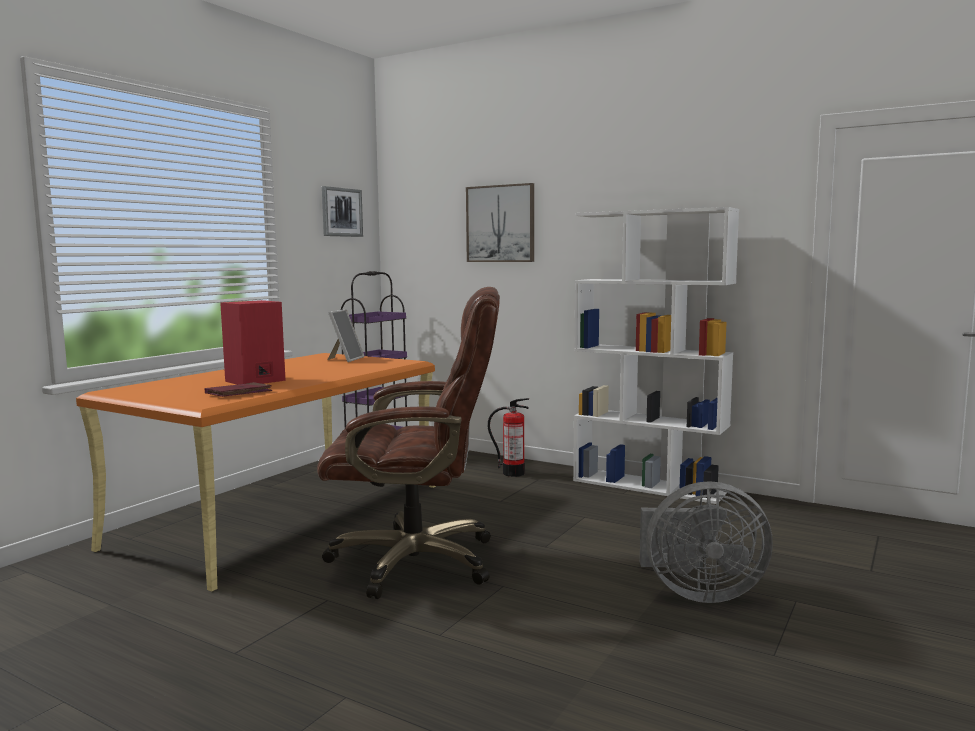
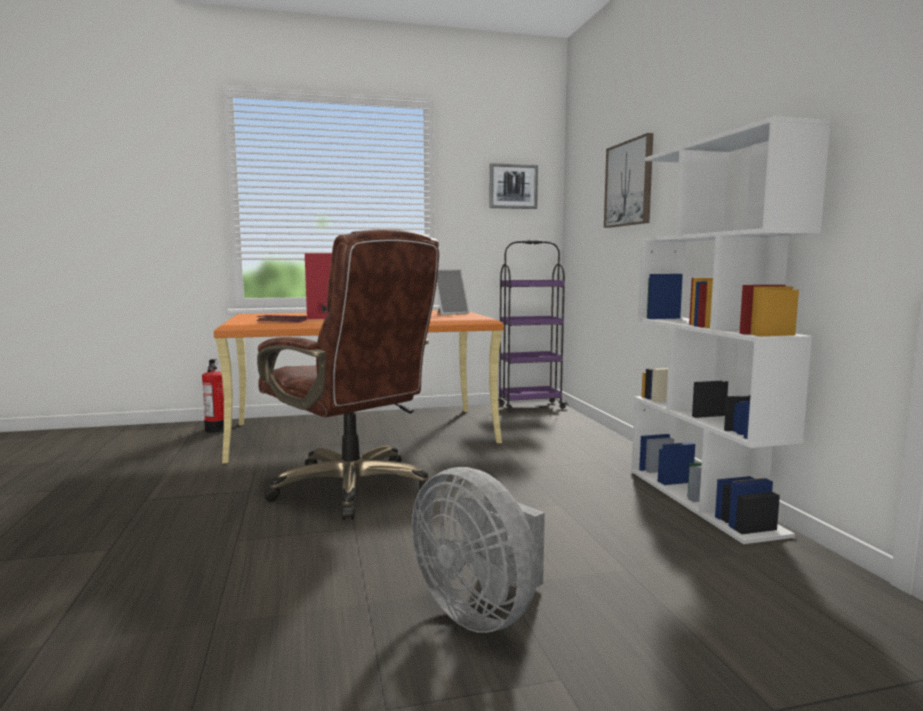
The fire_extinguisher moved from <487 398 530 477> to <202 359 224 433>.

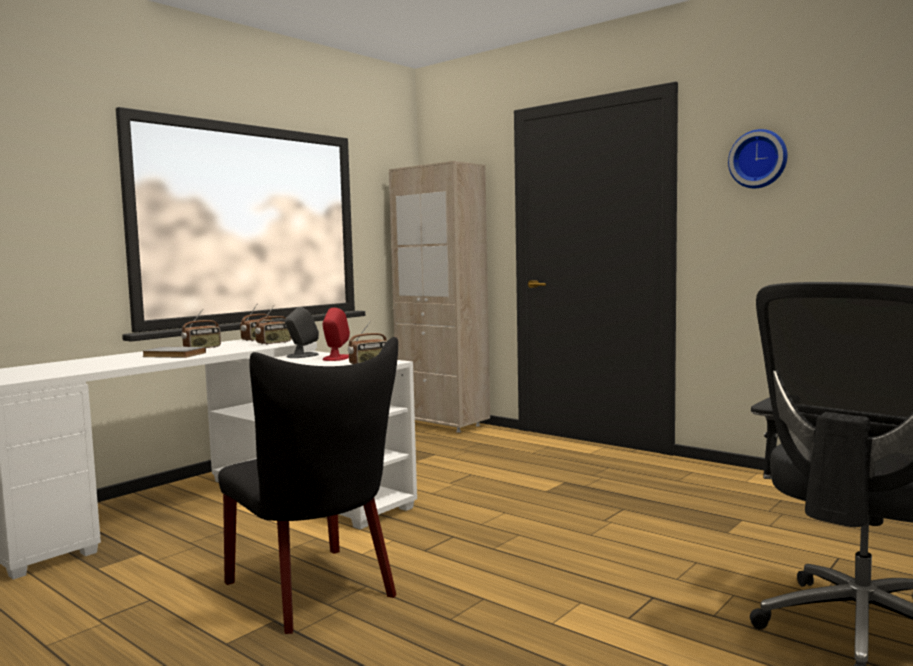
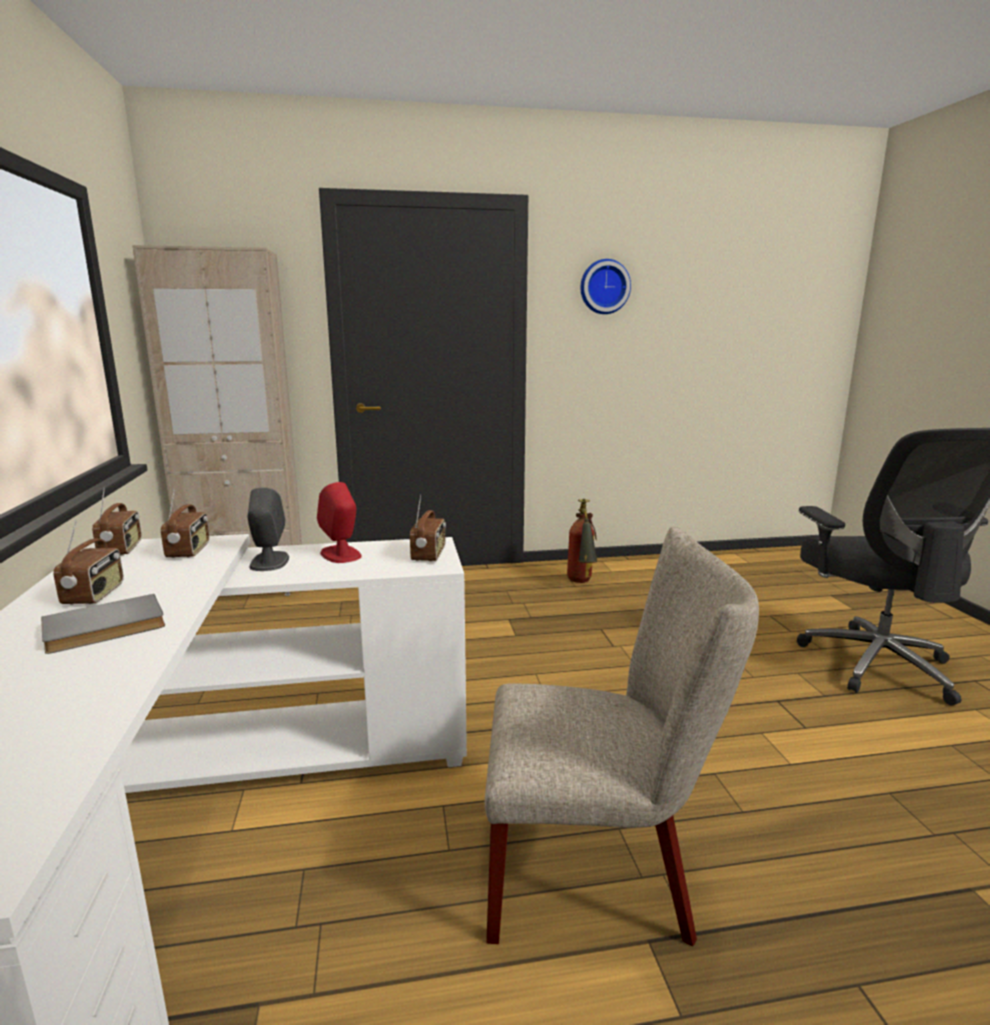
The black_upright_chair at <218 337 398 634> became the beige-coloured_upright_chair at <485 527 759 947>.
The fire_extinguisher at <567 499 598 583> appeared.

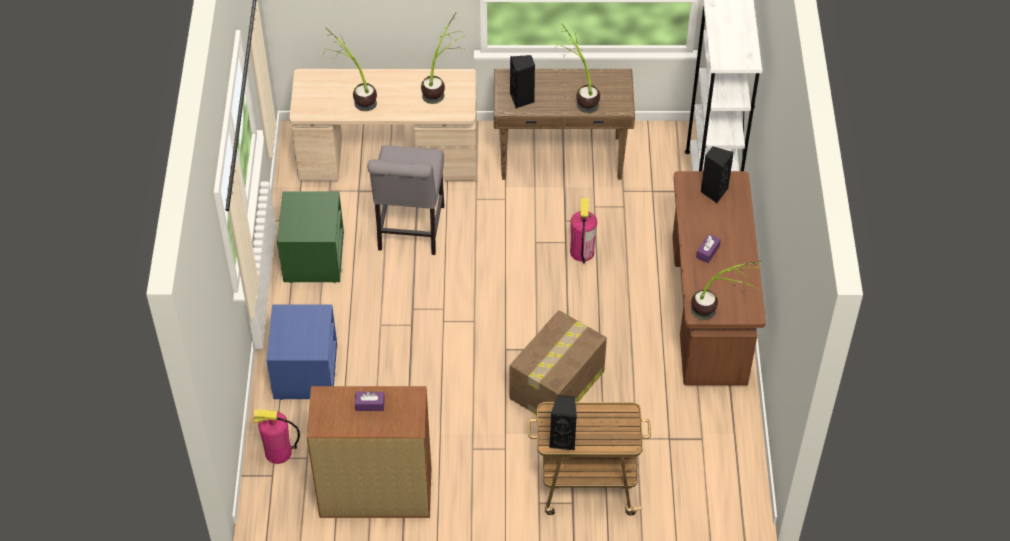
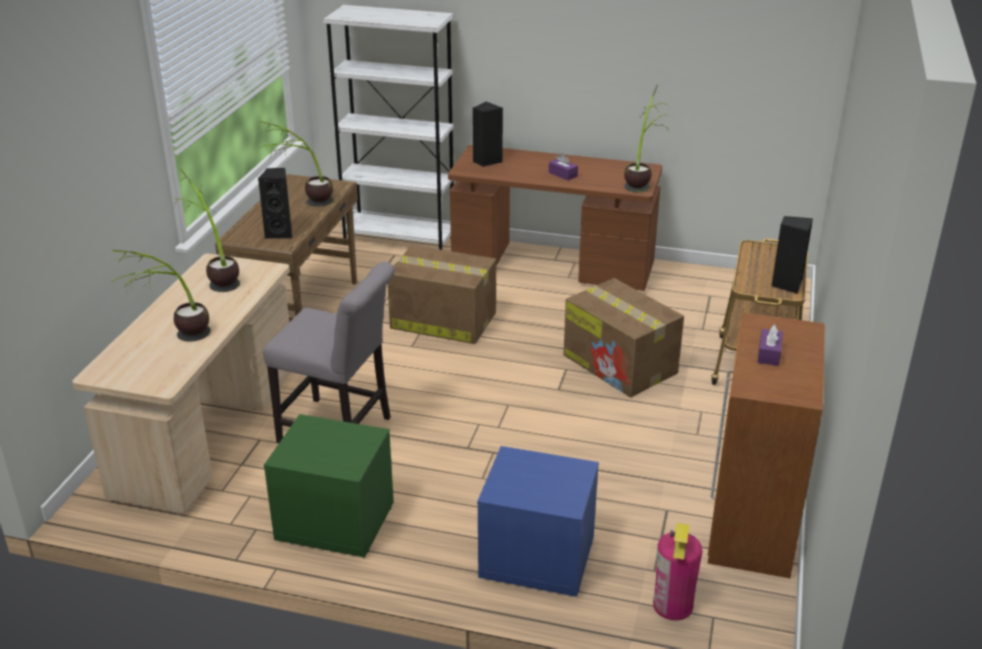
The fire_extinguisher at <570 198 597 264> was replaced by the carton at <387 245 496 344>.

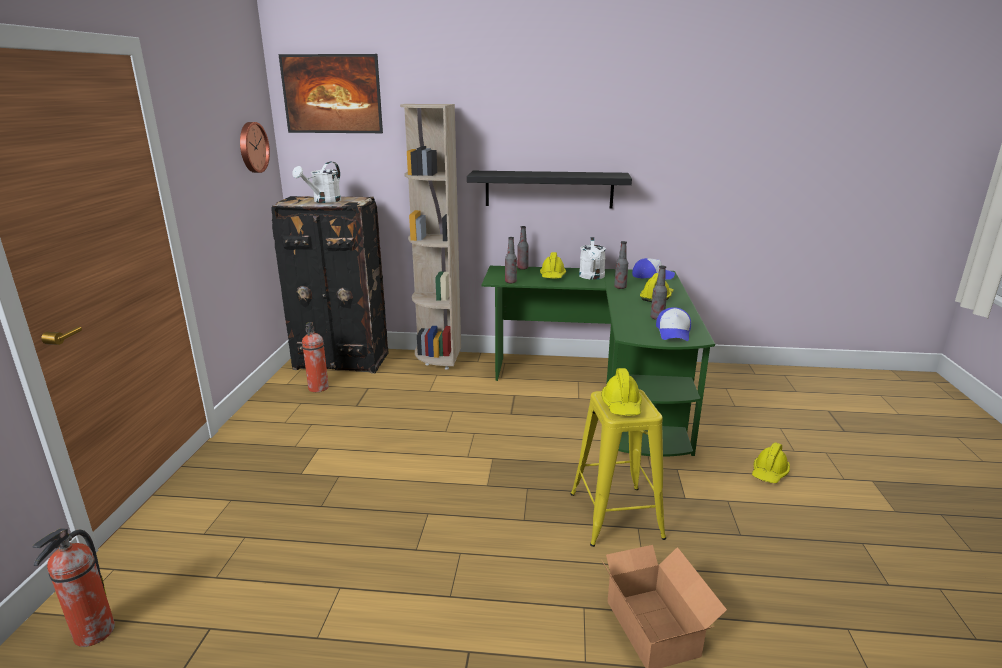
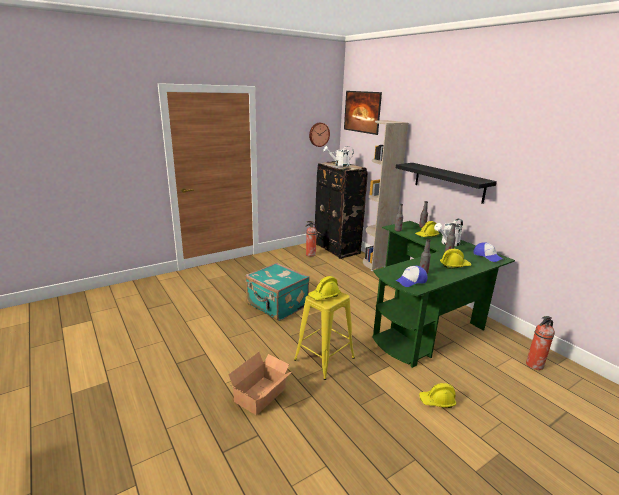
The fire_extinguisher moved from <32 528 115 647> to <526 316 555 370>.
The blue-green_travel_case at <245 263 310 321> appeared.

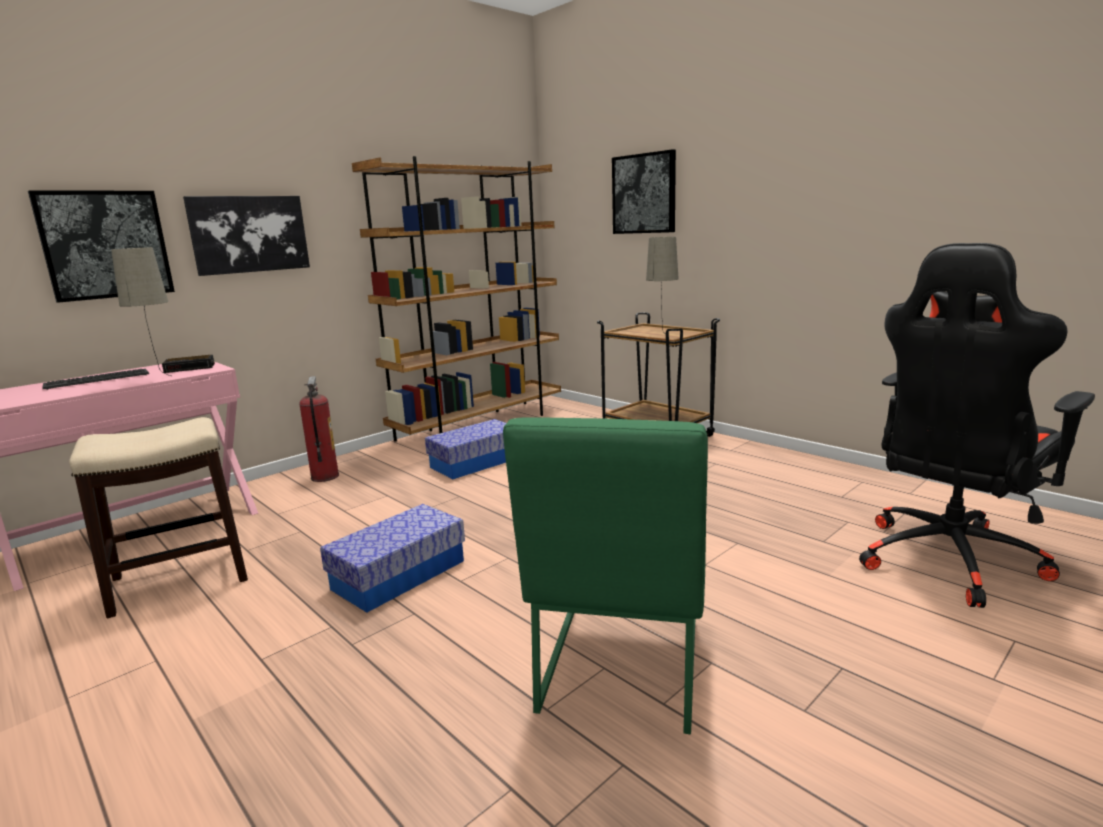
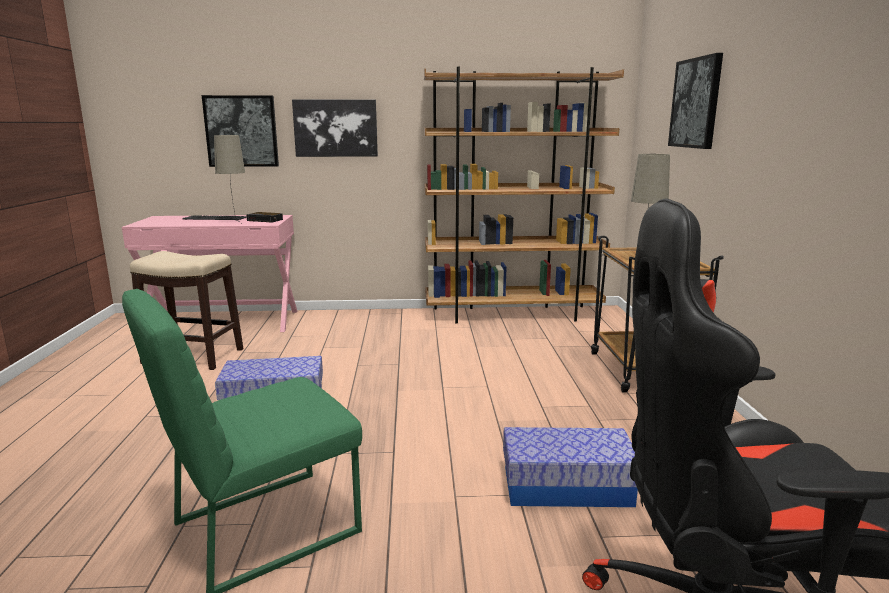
The fire_extinguisher at <299 376 339 482> disappeared.
The storage_container moved from <425 419 506 479> to <503 427 638 507>.

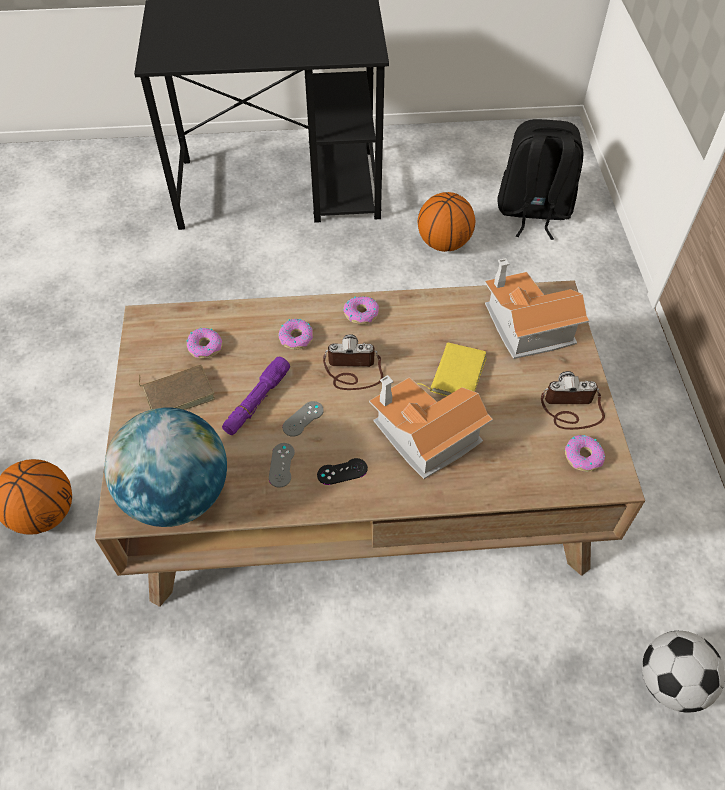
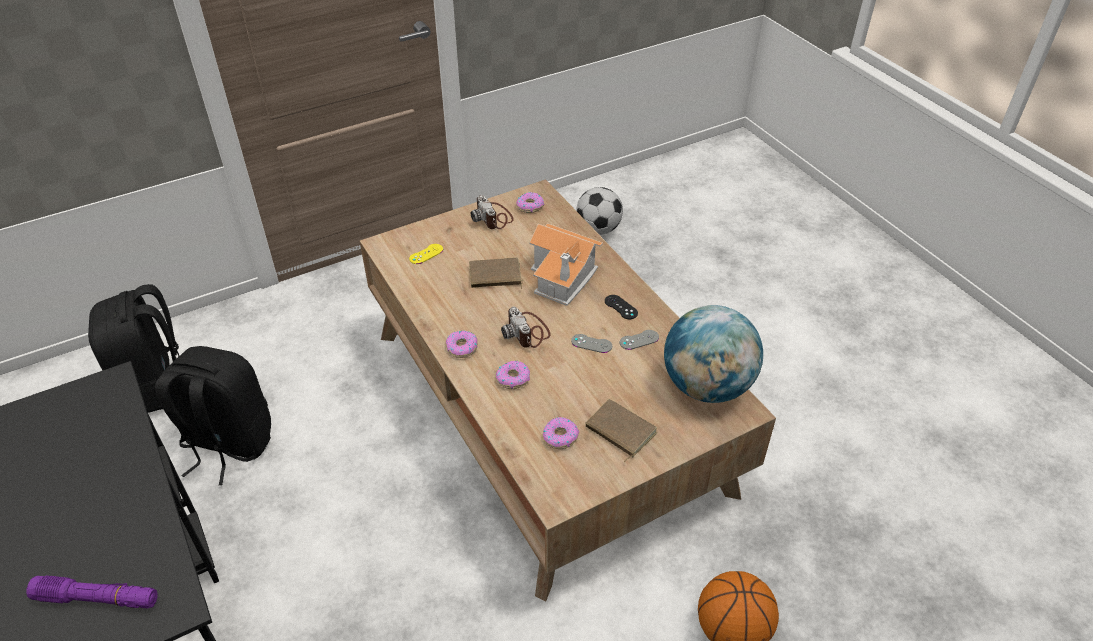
The purple_torch moved from <222 357 290 435> to <26 576 158 608>.
The yellowish_bound_book at <417 343 487 396> became the brown-coloured_bound_book at <469 257 523 289>.
The ball_for_basketball at <418 192 475 252> was replaced by the black_backpack at <155 346 271 485>.
The toy_house at <485 258 589 359> was replaced by the yellowish_game_controller at <409 244 443 264>.

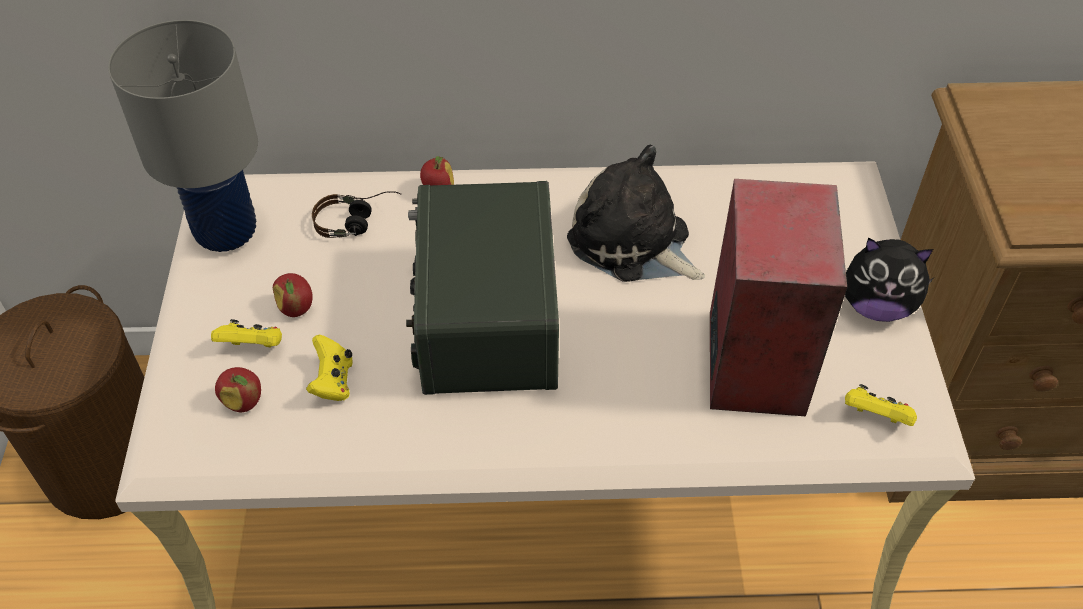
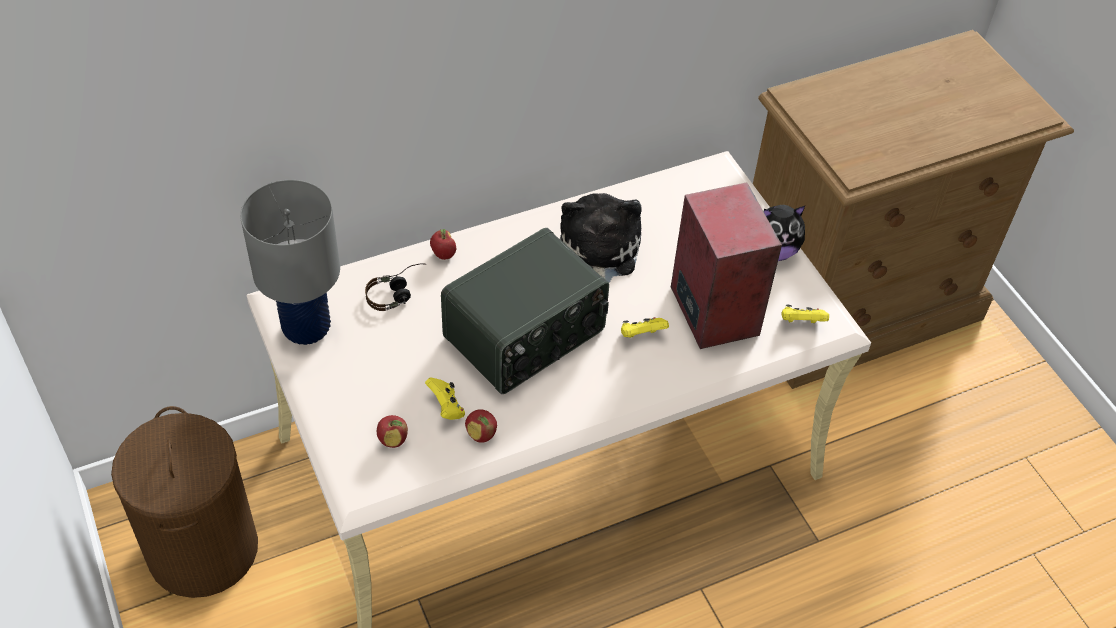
The yellowish_game_controller moved from <211 319 282 348> to <621 317 669 338>.
The apple moved from <273 273 313 317> to <465 409 497 443>.
The radio_set at <406 181 559 395> turned 105 degrees counterclockwise.
The soft_toy at <567 145 705 282> turned 75 degrees clockwise.

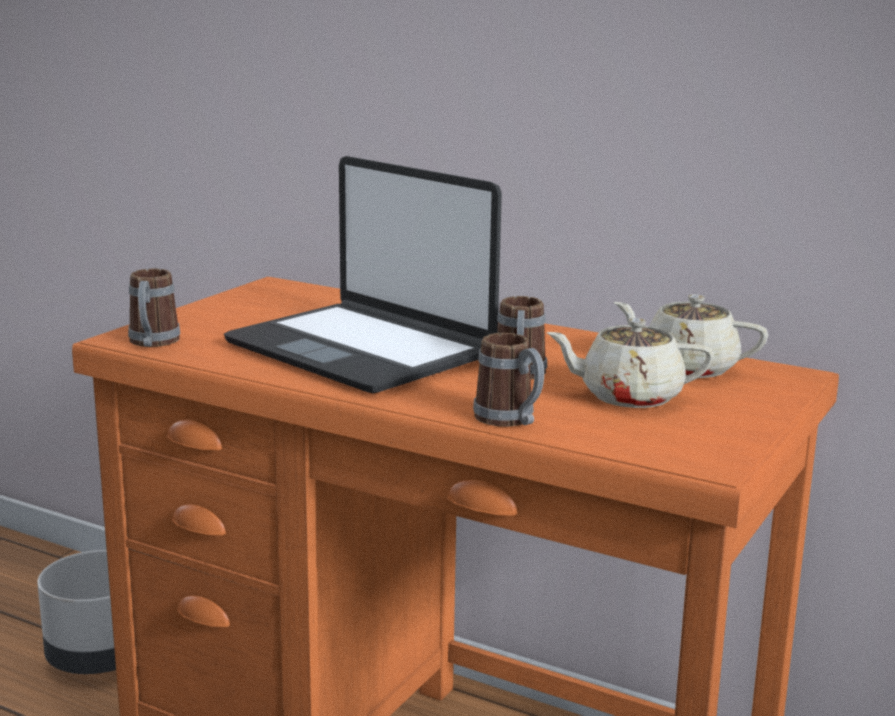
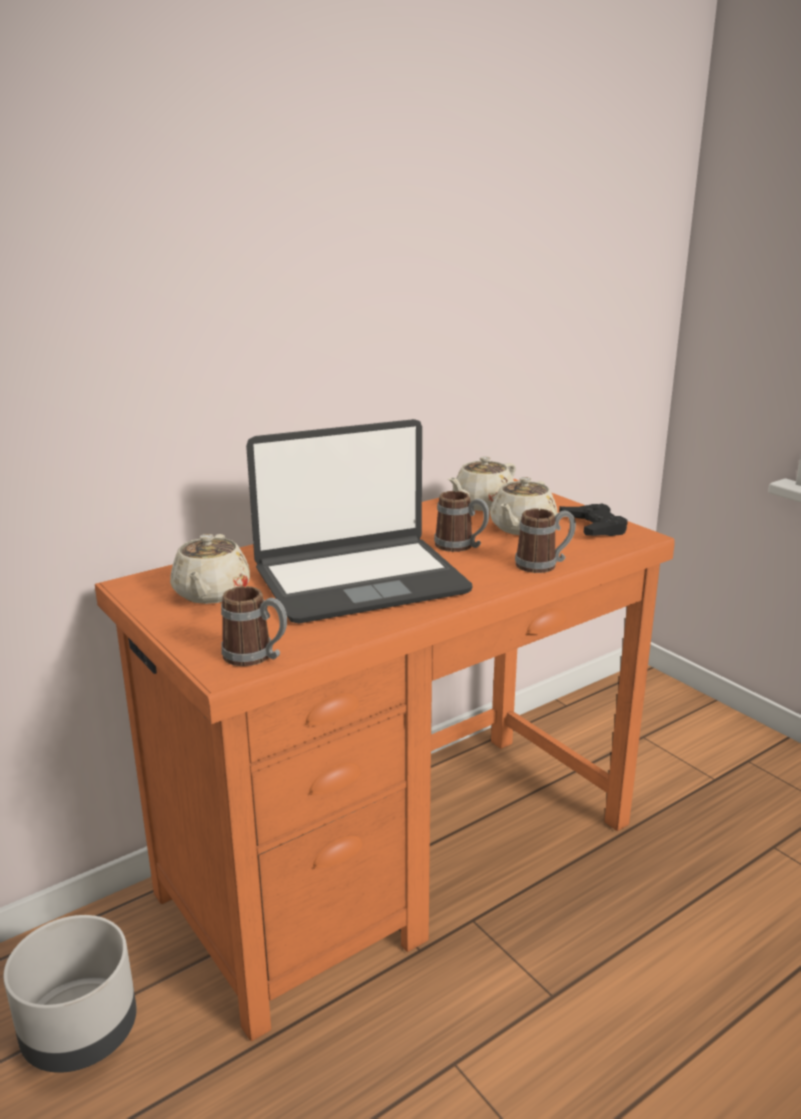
The beige-coloured_tea_pot at <170 534 250 604> appeared.
The black_game_controller at <559 503 627 536> appeared.

